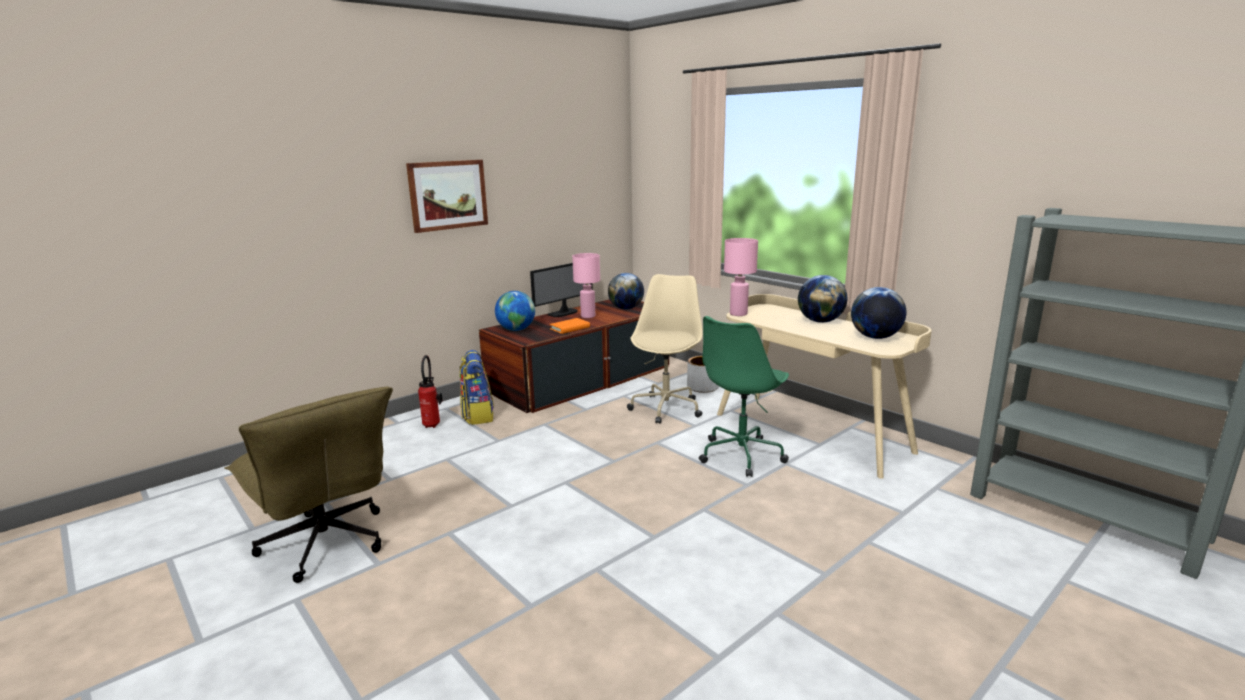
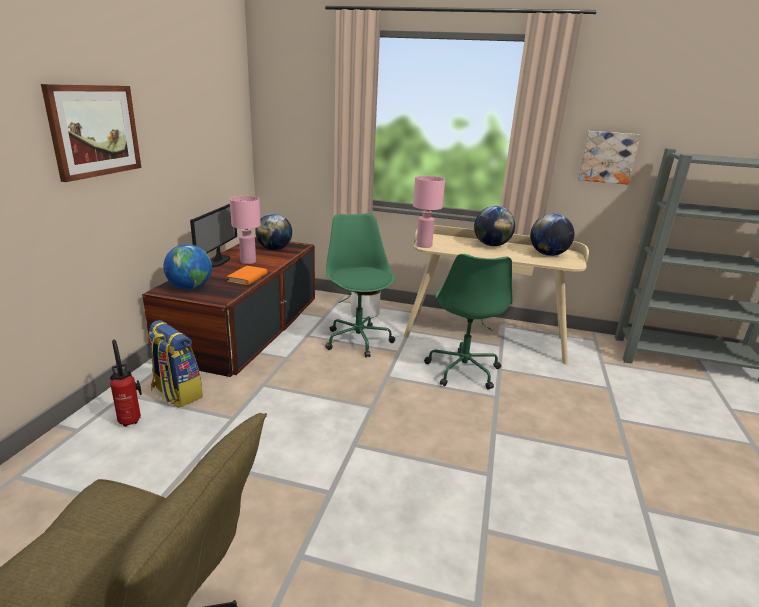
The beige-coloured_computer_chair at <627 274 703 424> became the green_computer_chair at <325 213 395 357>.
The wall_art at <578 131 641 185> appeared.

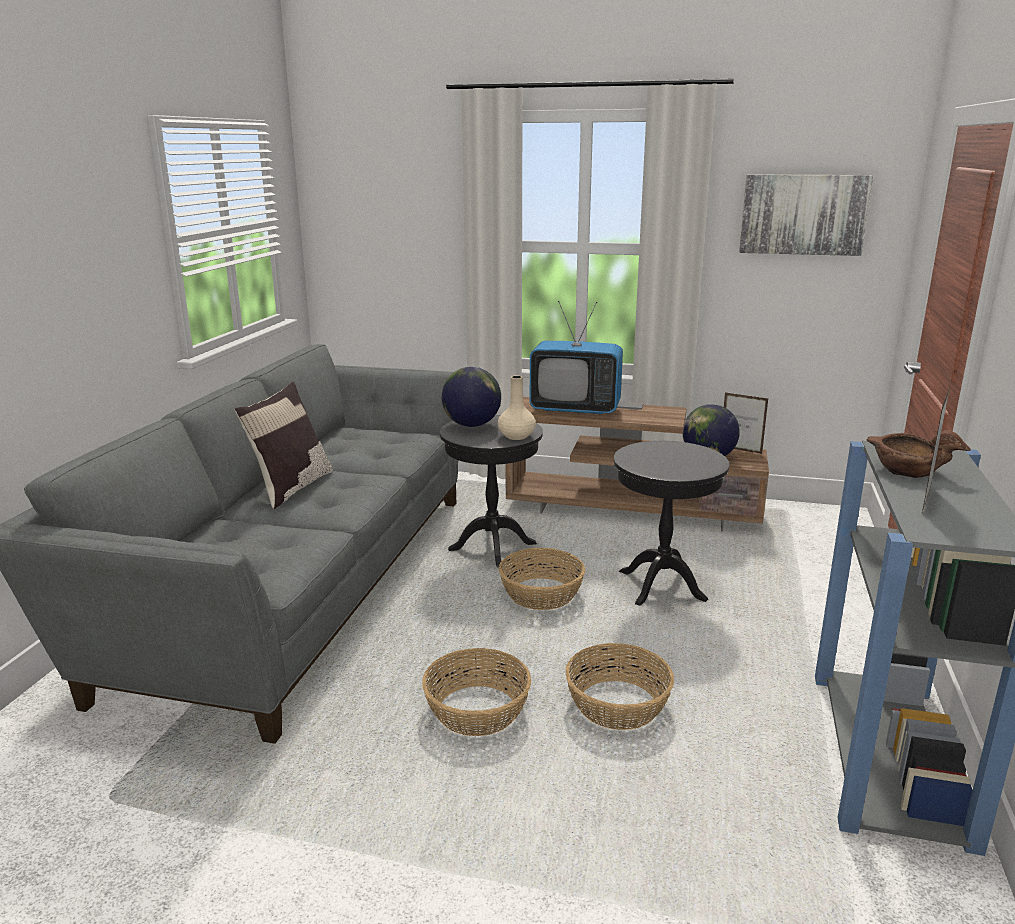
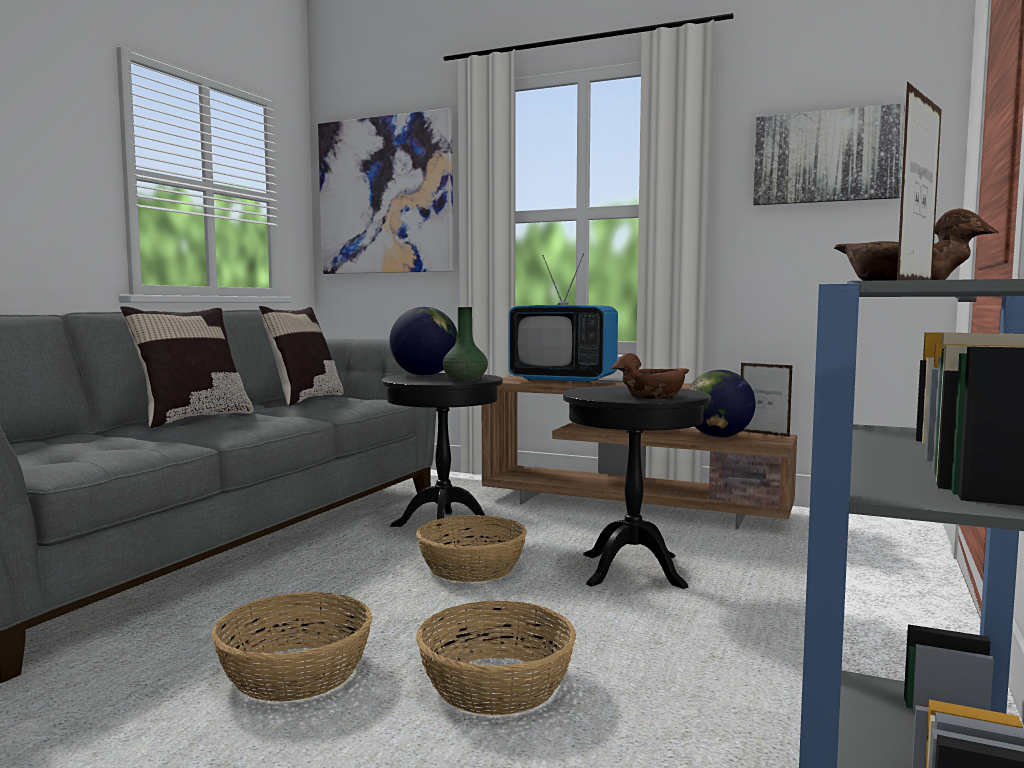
The beige-coloured_vase at <498 376 536 440> became the green_vase at <443 307 488 382>.
The pillow at <259 306 344 406> appeared.
The wall_art at <318 108 453 274> appeared.
The brown-coloured_bowl at <610 353 689 399> appeared.

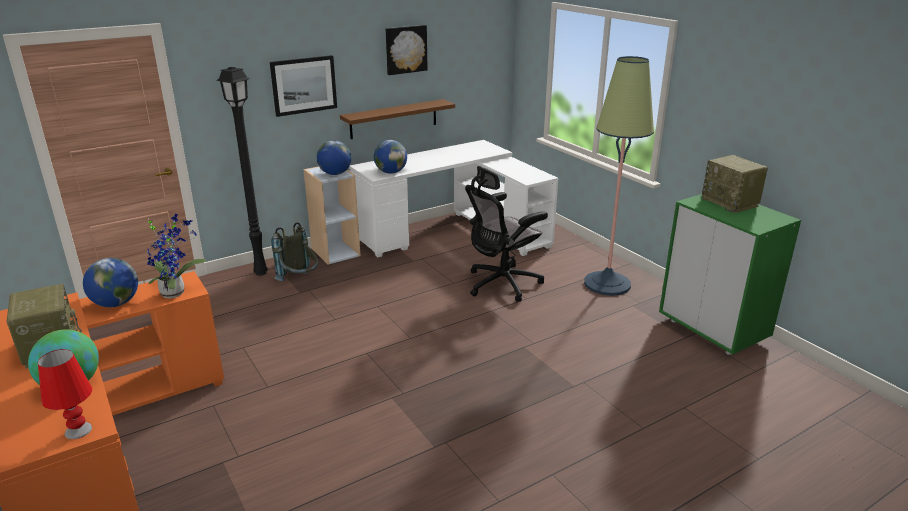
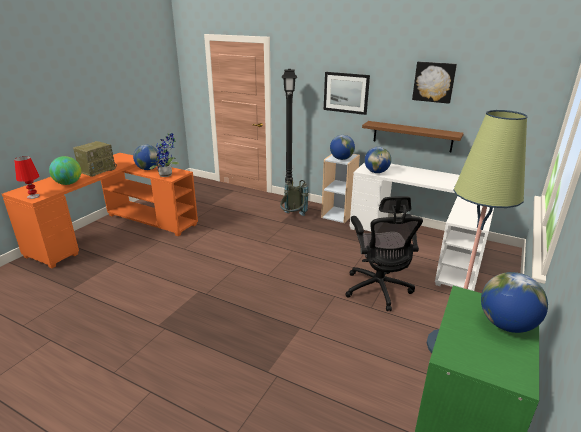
The computer_chair at <465 166 548 302> turned 120 degrees counterclockwise.
The radio_set at <702 155 768 213> was replaced by the globe at <481 272 548 333>.

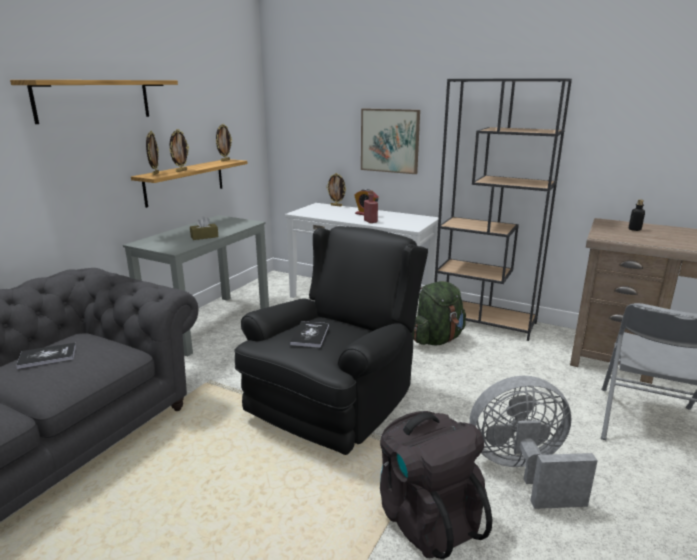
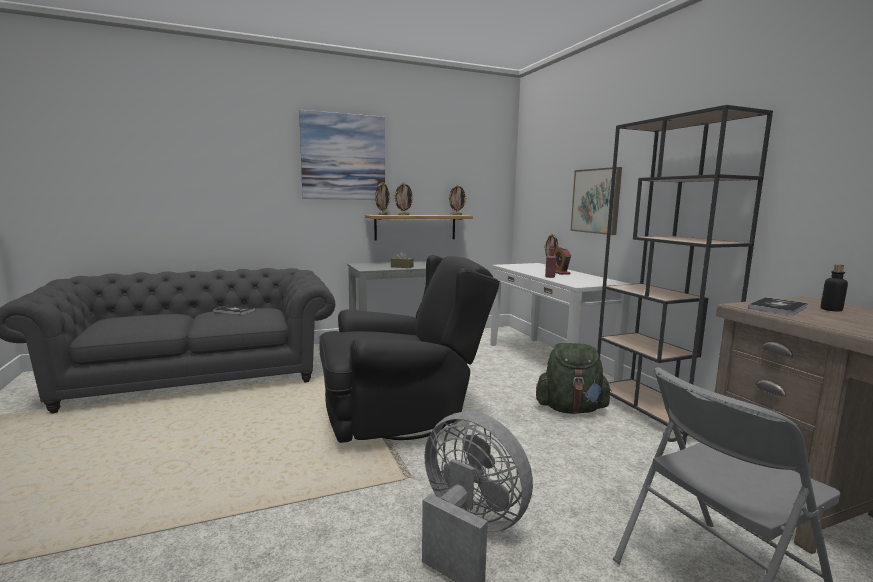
The bracket_shelf at <10 80 178 124> was replaced by the wall_art at <299 110 385 200>.
The bound_book moved from <290 321 329 348> to <748 297 808 316>.
The black_backpack at <380 411 492 559> disappeared.

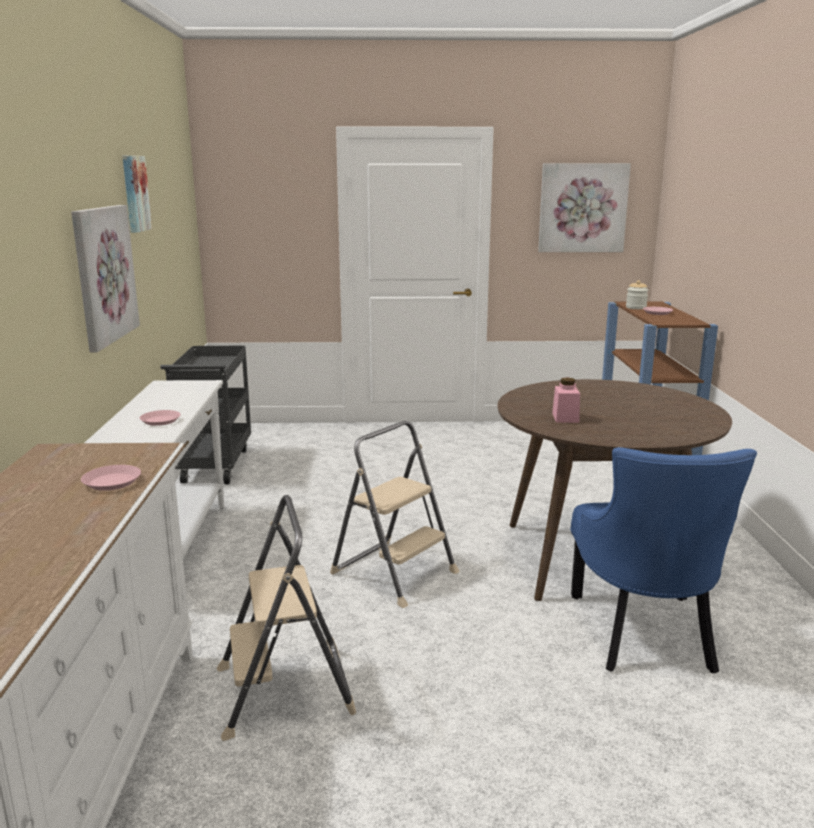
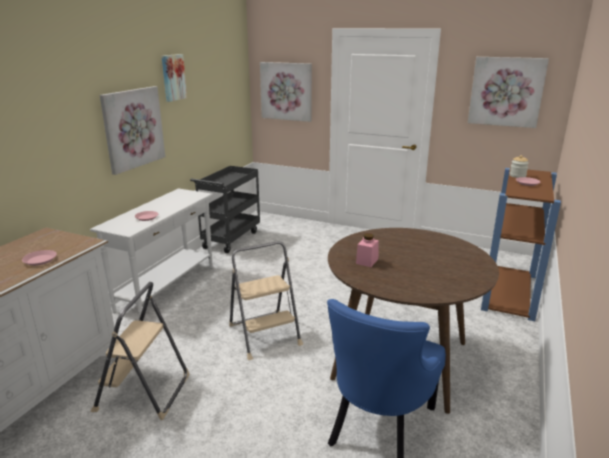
The wall_art at <260 62 312 122> appeared.

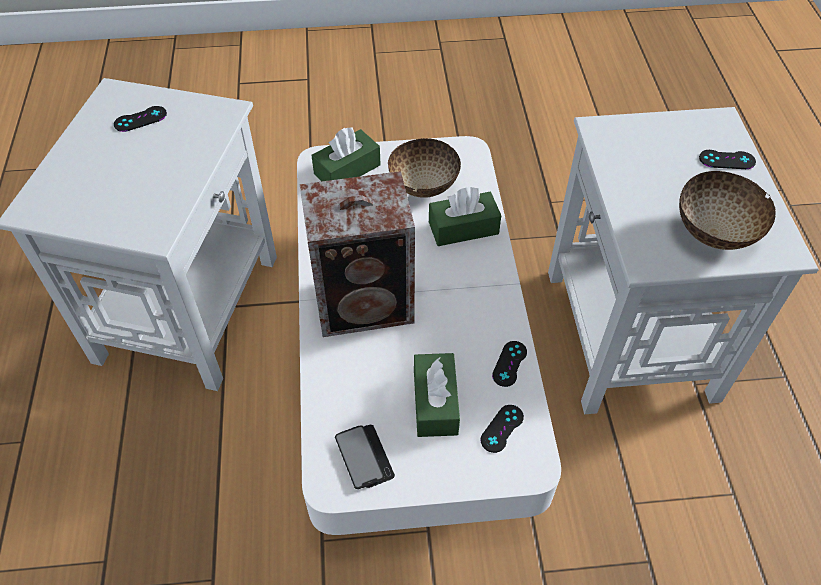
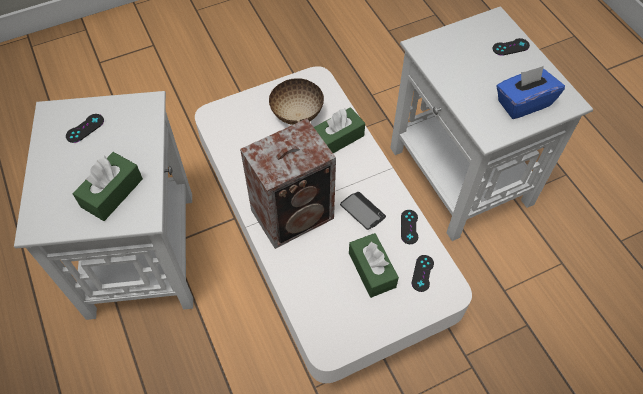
The green_tissue_holder moved from <311 127 381 182> to <73 152 143 221>.
The phone moved from <335 425 395 489> to <340 192 386 230>.
The bowl at <679 171 776 250> was replaced by the blue-coloured_tissue_holder at <497 66 565 119>.

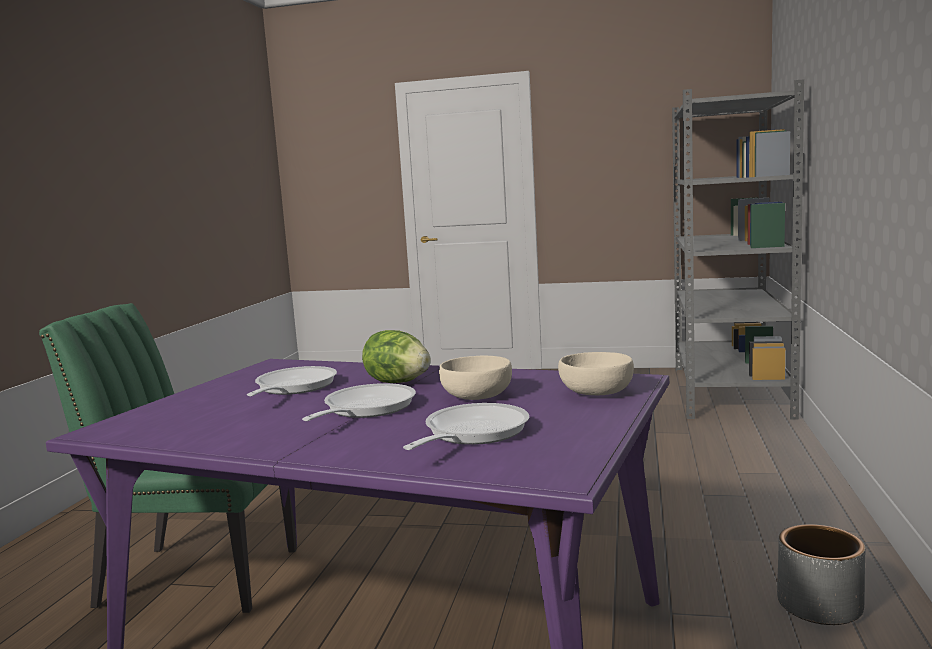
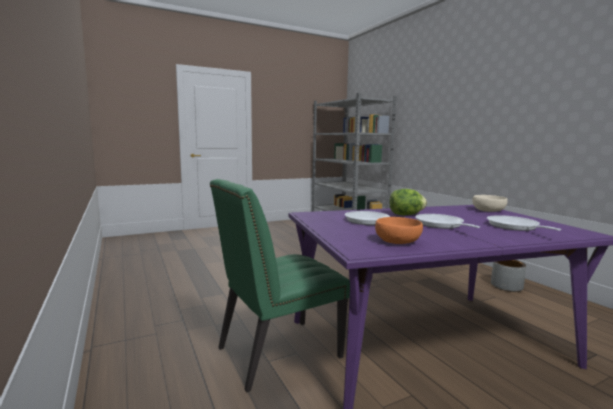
The beige-coloured_bowl at <439 356 512 400> disappeared.
The orangey_bowl at <375 217 423 244> appeared.

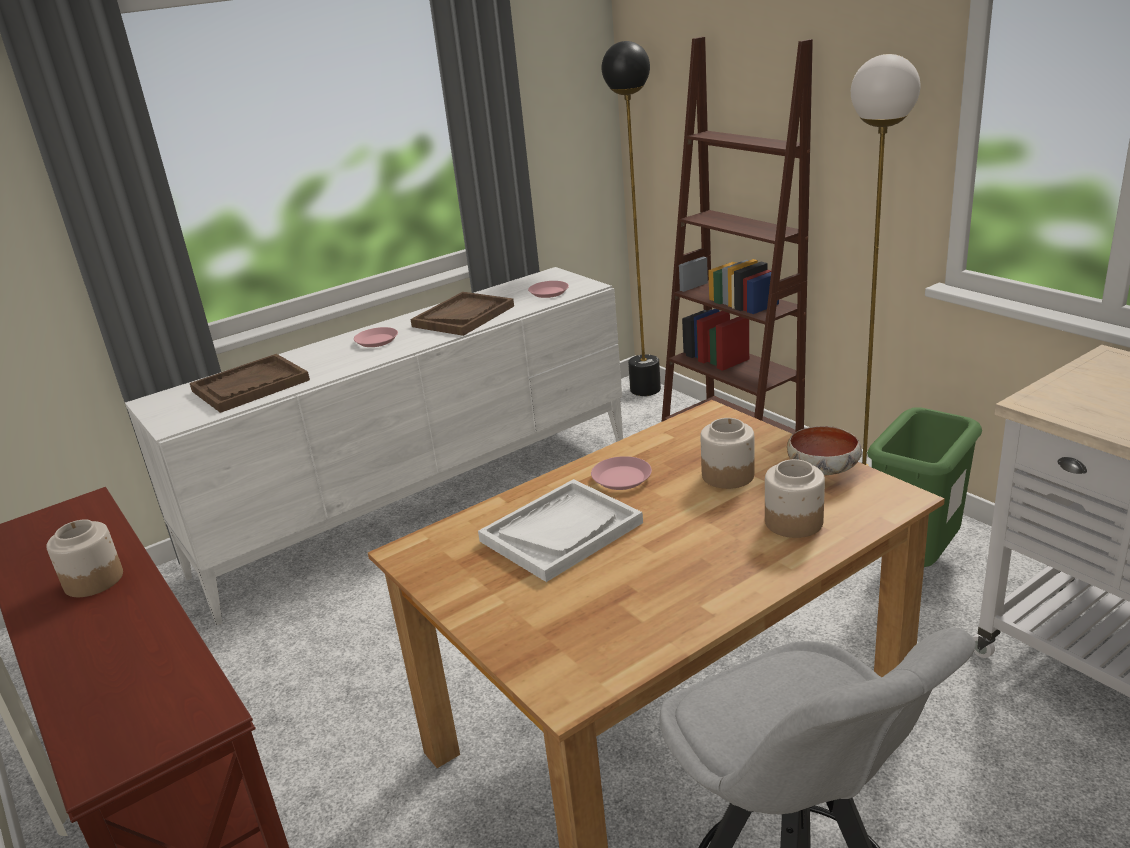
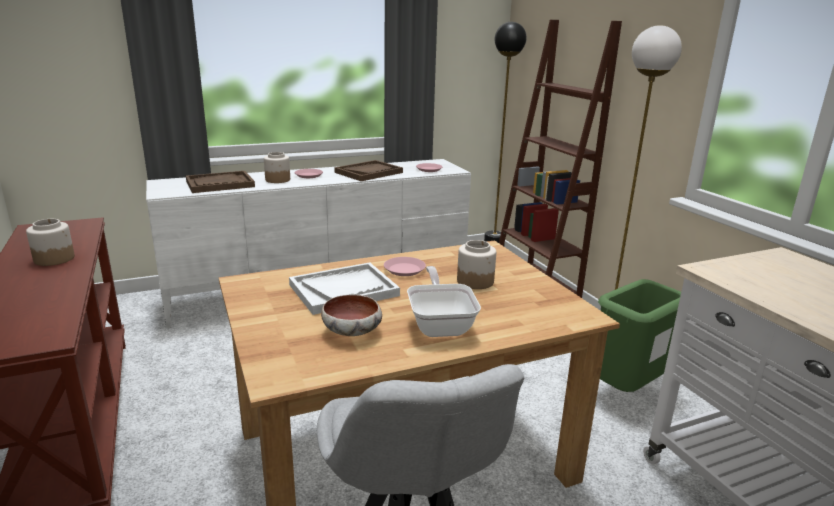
The storage_jar moved from <765 459 825 538> to <264 152 290 183>.
The bowl moved from <787 426 862 476> to <321 295 382 336>.
The skillet at <407 266 481 337> appeared.

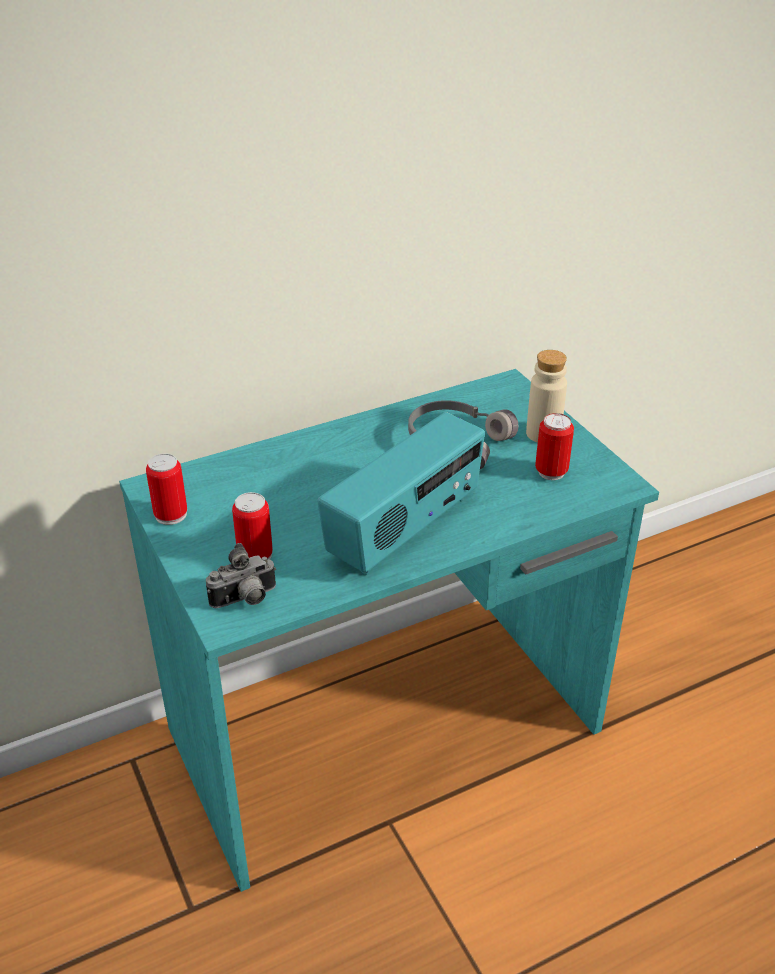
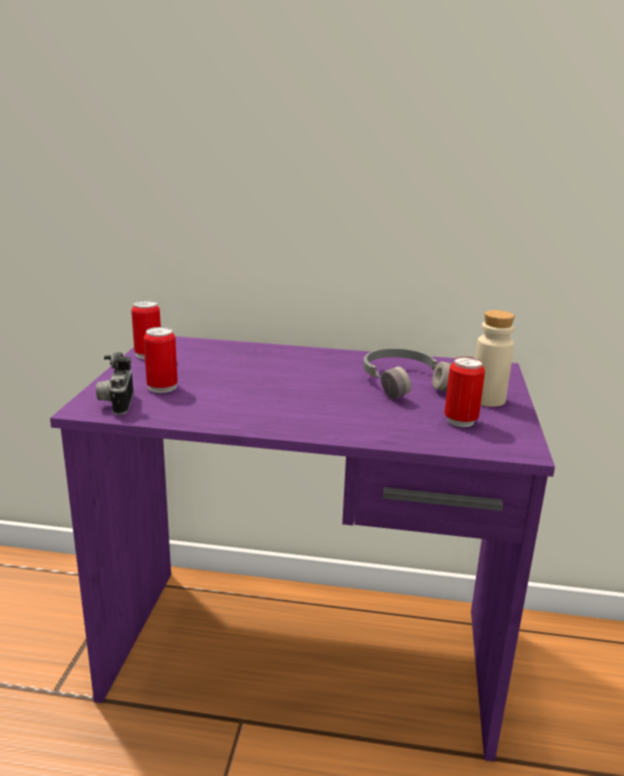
The blue-green_desk at <119 369 659 892> became the purple_desk at <50 336 555 762>.
The still_camera at <206 543 276 608> turned 75 degrees clockwise.
The radio_set at <318 412 485 575> disappeared.

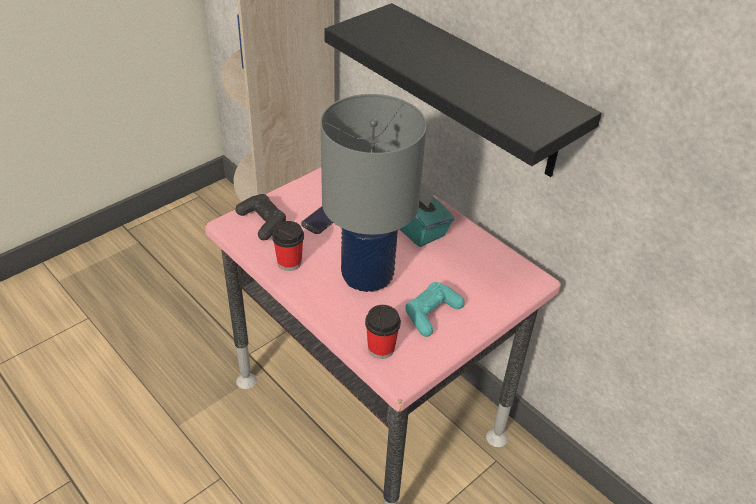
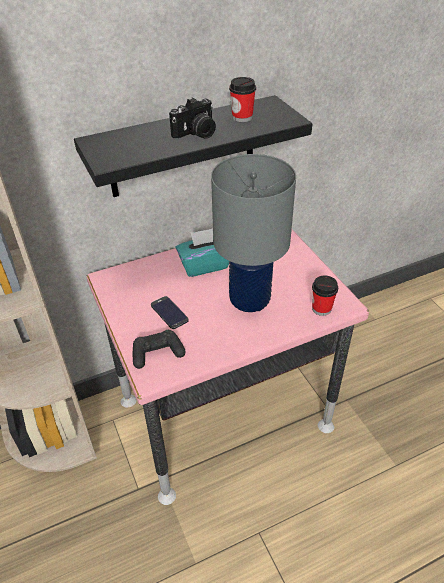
The drinking_cup moved from <272 221 304 271> to <229 77 256 122>.
The blue-green_game_controller at <405 282 465 337> disappeared.
The still_camera at <169 97 216 139> appeared.

